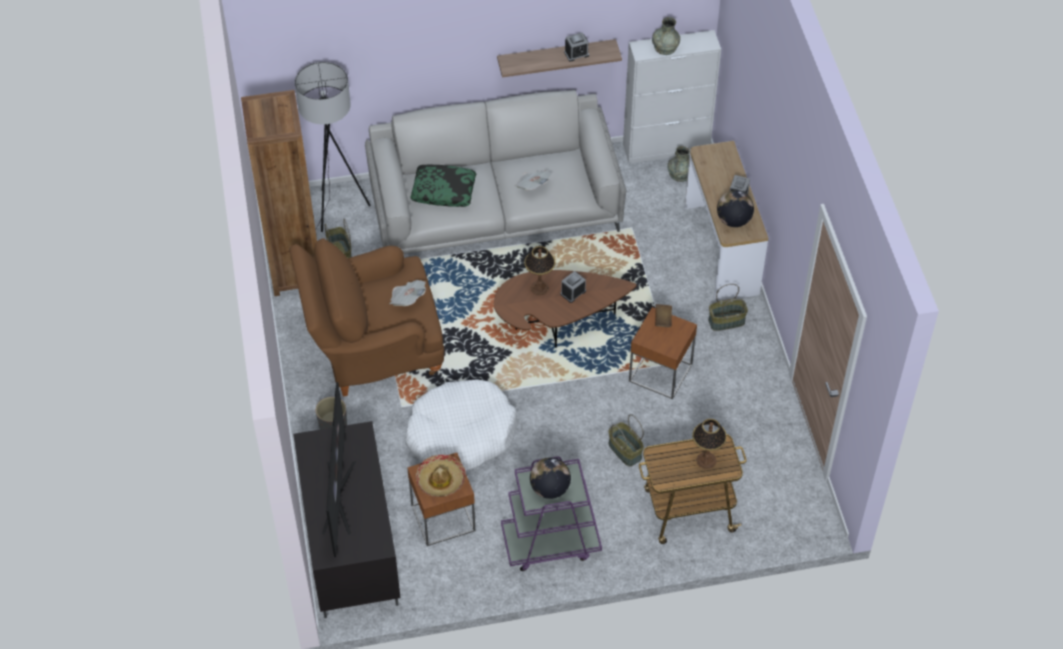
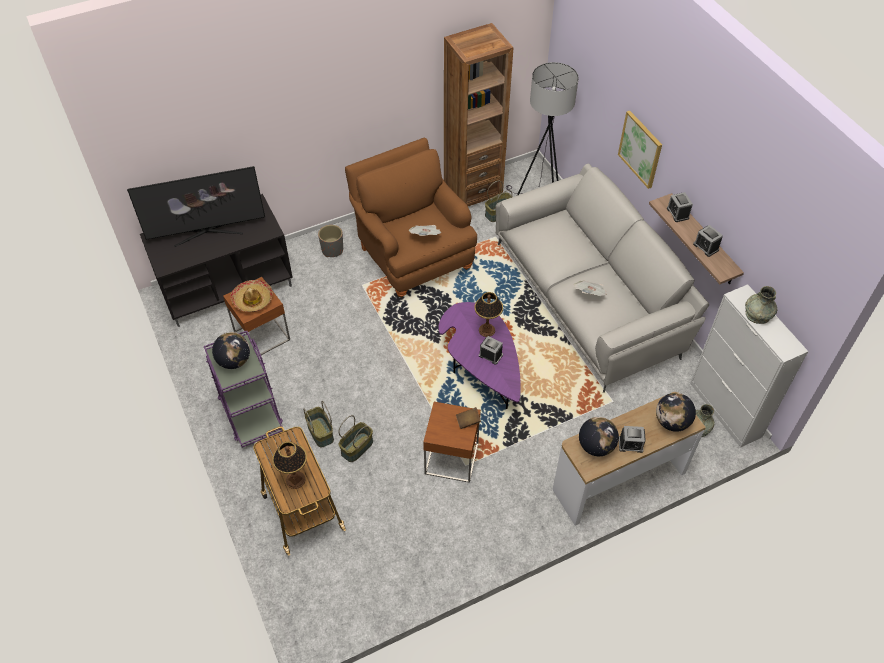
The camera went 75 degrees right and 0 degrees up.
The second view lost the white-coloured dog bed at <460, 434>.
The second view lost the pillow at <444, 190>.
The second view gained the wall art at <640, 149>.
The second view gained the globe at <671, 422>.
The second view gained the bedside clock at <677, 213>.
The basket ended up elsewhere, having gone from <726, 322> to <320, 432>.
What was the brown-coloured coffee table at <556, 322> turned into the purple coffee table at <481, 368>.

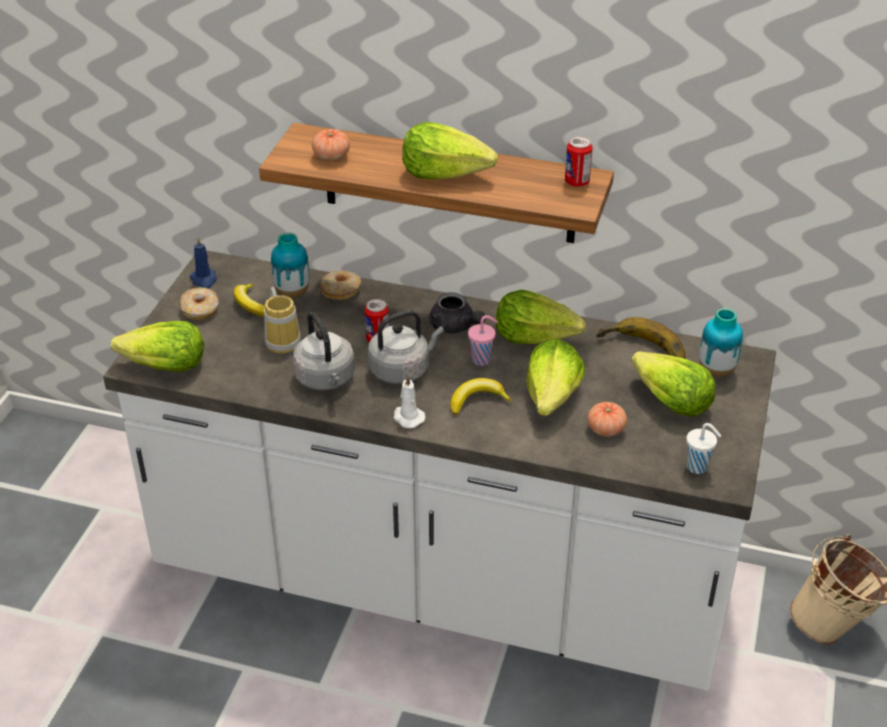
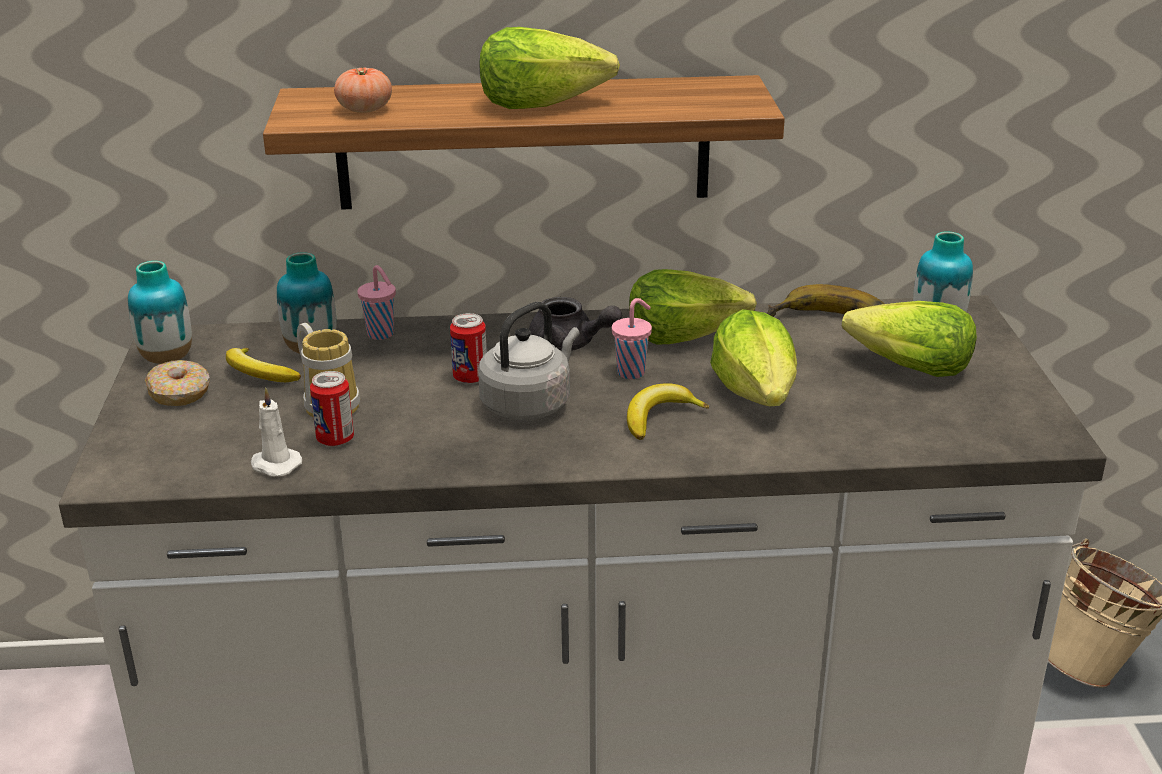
The camera went 20 degrees left and 10 degrees down.
The second view lost the lettuce at <164, 366>.
The second view lost the gray water kettle at <326, 380>.
The second view lost the tomato at <606, 429>.
The second view lost the white-coloured drinking cup at <698, 467>.
The white-coloured wax light ended up elsewhere, having gone from <407, 417> to <274, 465>.
The sealed can ended up elsewhere, having gone from <577, 182> to <335, 439>.
Where the blue-coloured wax light stood at <204, 280>, the vase came to stand at <167, 358>.
Where the donut stood at <341, 290>, the pinkish drinking cup came to stand at <381, 335>.

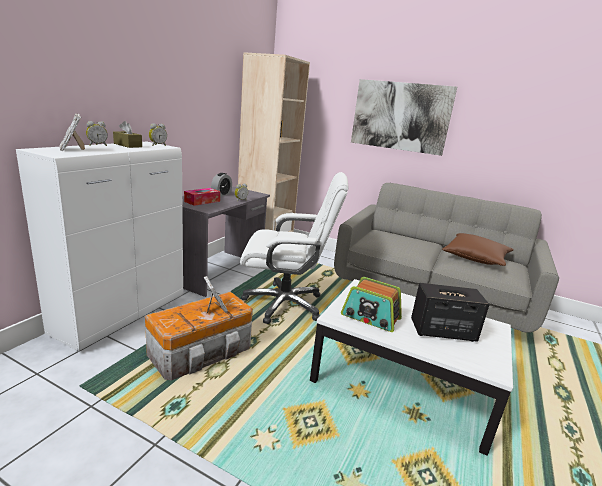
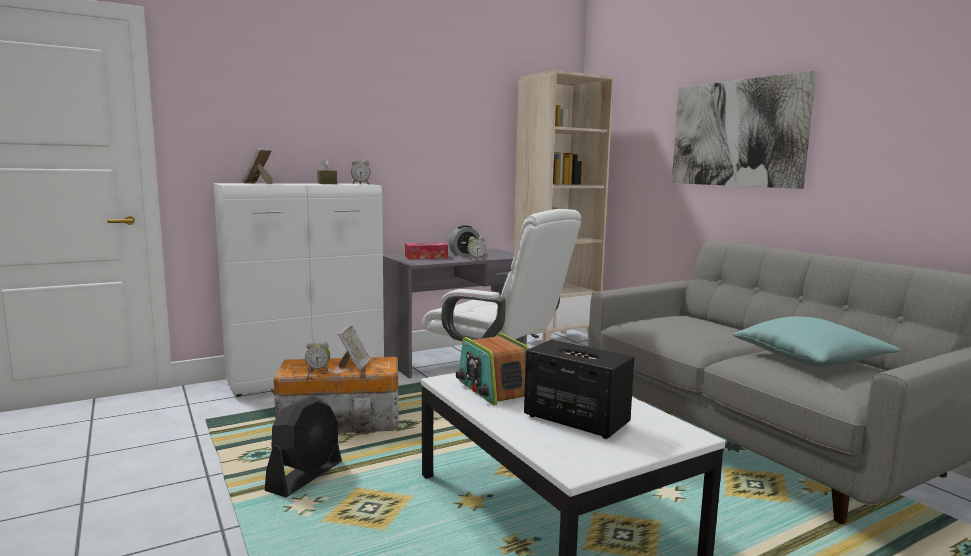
The camera went 35 degrees right and 10 degrees down.
The second view gained the blackish fan at <305, 477>.
The bedside clock ended up elsewhere, having gone from <97, 145> to <318, 369>.
What was the brown-coloured pillow at <476, 258> turned into the turquoise-coloured pillow at <810, 359>.

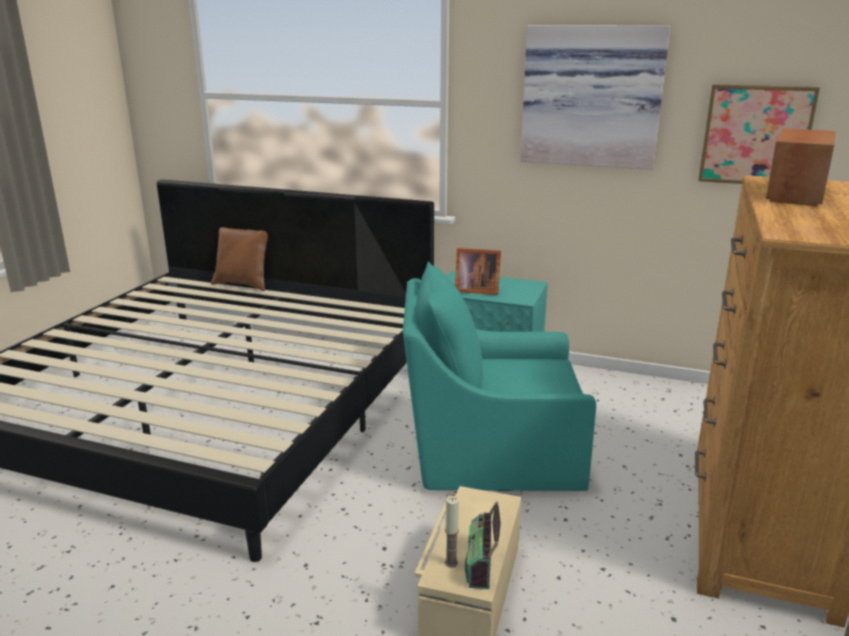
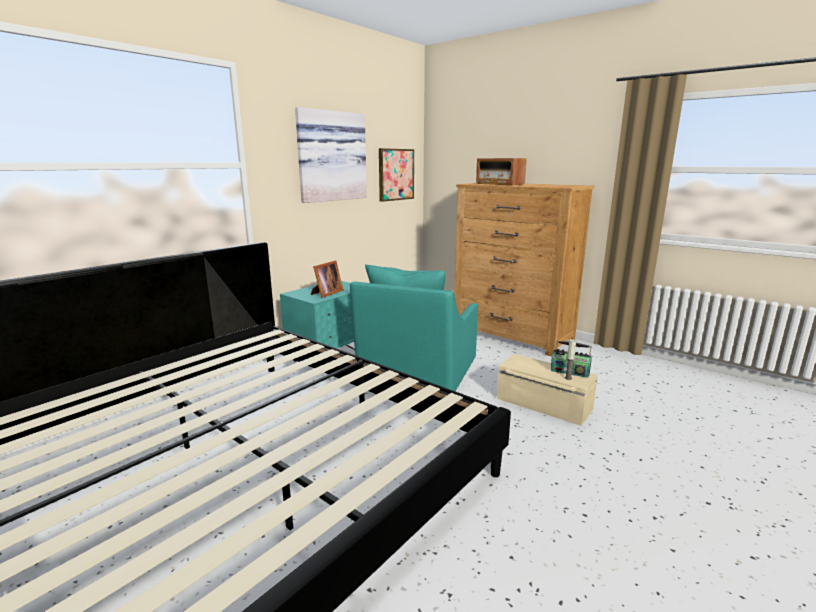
The camera went 70 degrees left and 5 degrees down.
The second view lost the brown-coloured pillow at <244, 284>.

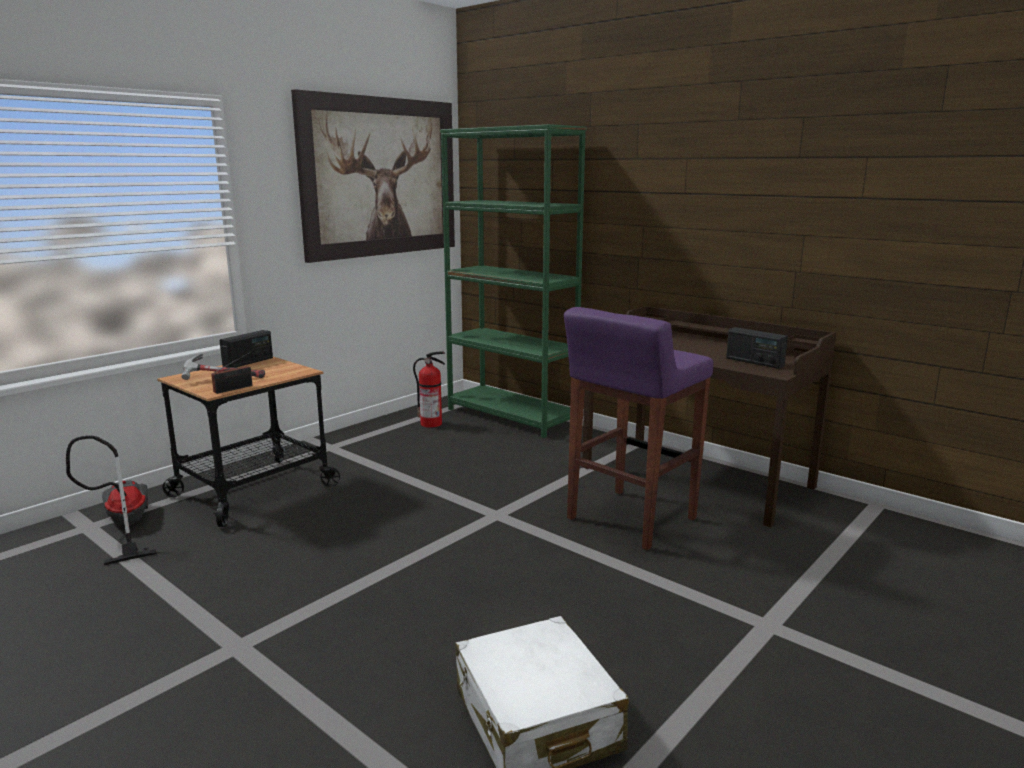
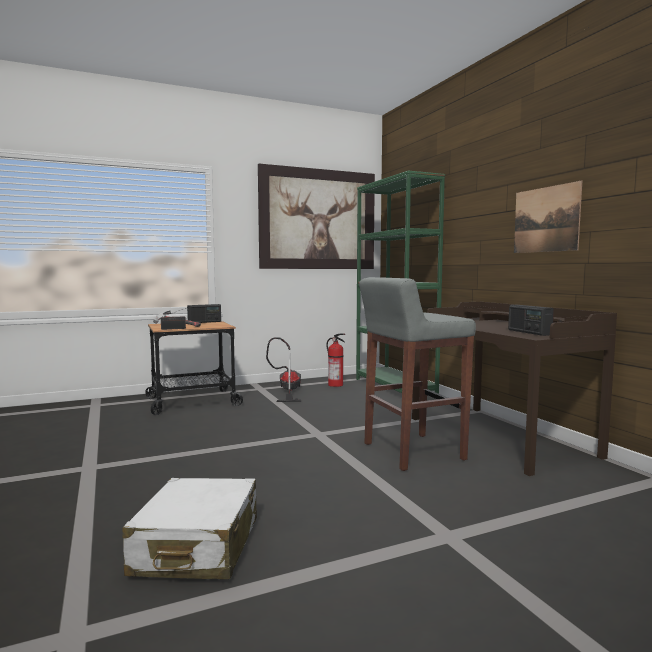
The camera went 25 degrees right and 10 degrees down.
The second view gained the wall art at <545, 219>.
The vacuum cleaner ended up elsewhere, having gone from <123, 527> to <287, 391>.
What was the purple stool seat at <630, 519> turned into the gray stool seat at <411, 451>.

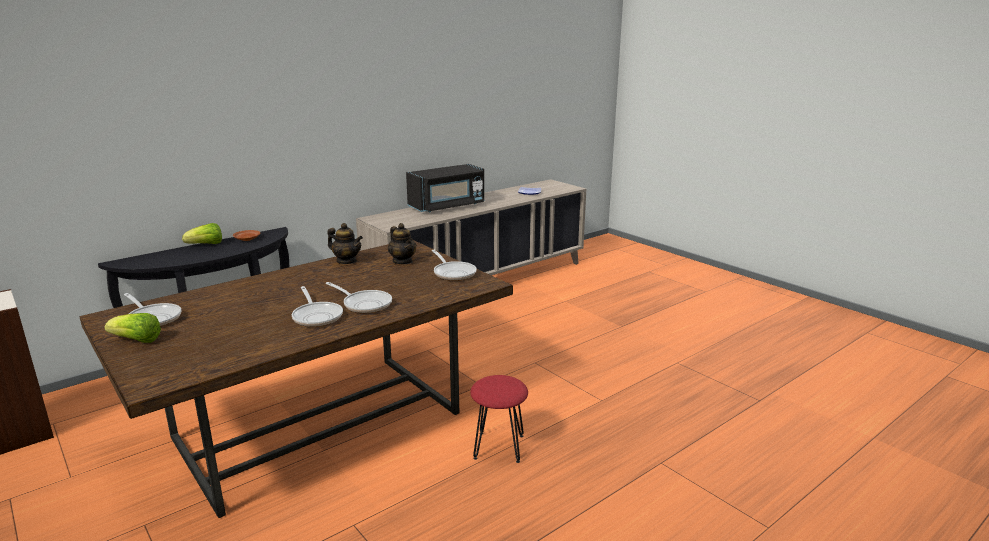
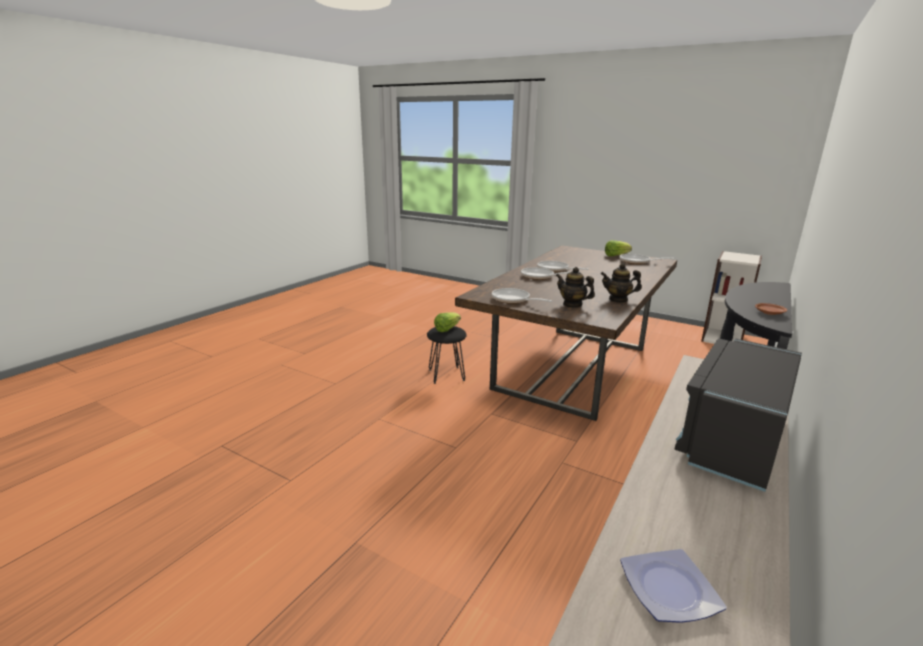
The camera went 160 degrees right and 0 degrees up.
The lettuce ended up elsewhere, having gone from <206, 245> to <447, 329>.
What was the red stool seat at <499, 447> turned into the blackish stool seat at <446, 375>.

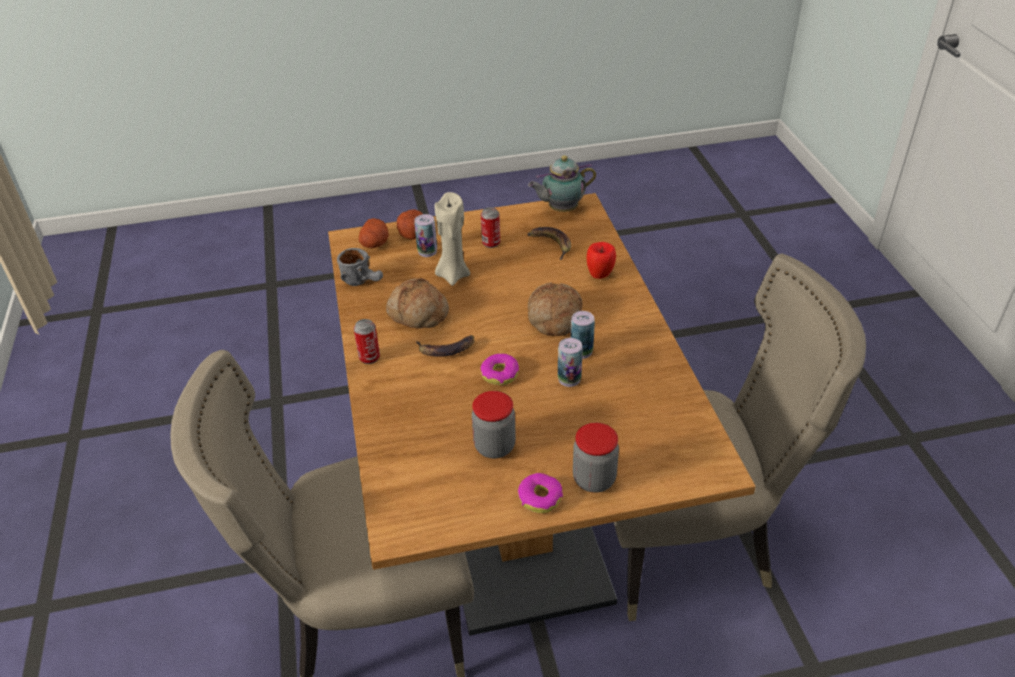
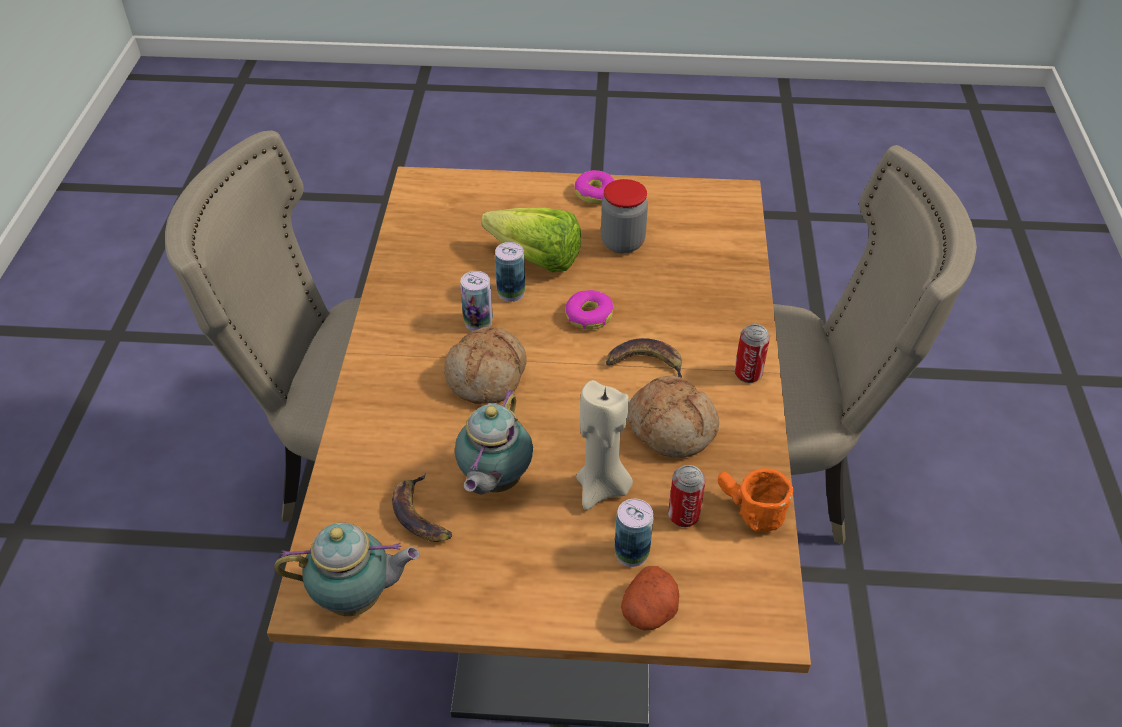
The camera went 165 degrees left and 5 degrees up.
The second view lost the spud at <375, 243>.
The second view lost the preserve jar at <594, 479>.
The second view lost the apple fruit at <600, 275>.
The second view gained the tea pot at <493, 481>.
The second view gained the lettuce at <529, 255>.
The sealed can ended up elsewhere, having gone from <491, 243> to <683, 515>.
What was the gray mug at <364, 281> turned into the orange-coloured mug at <747, 512>.

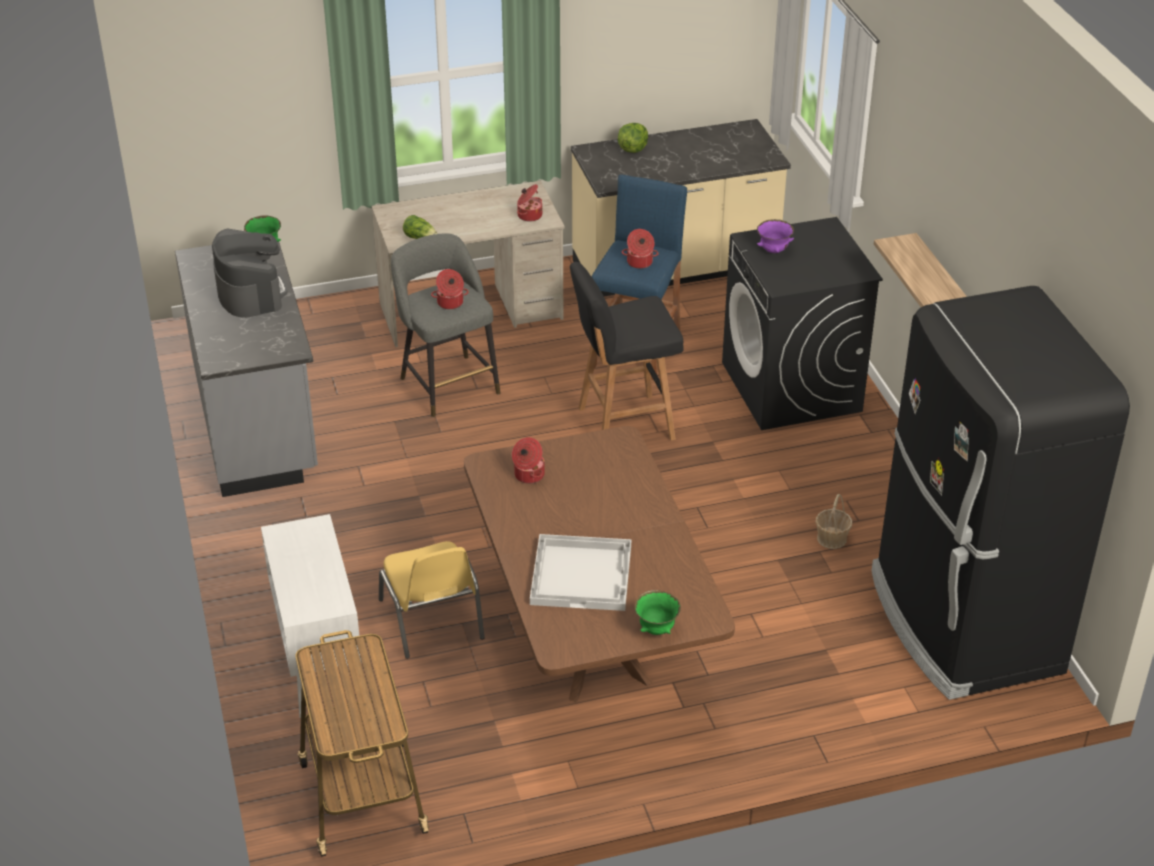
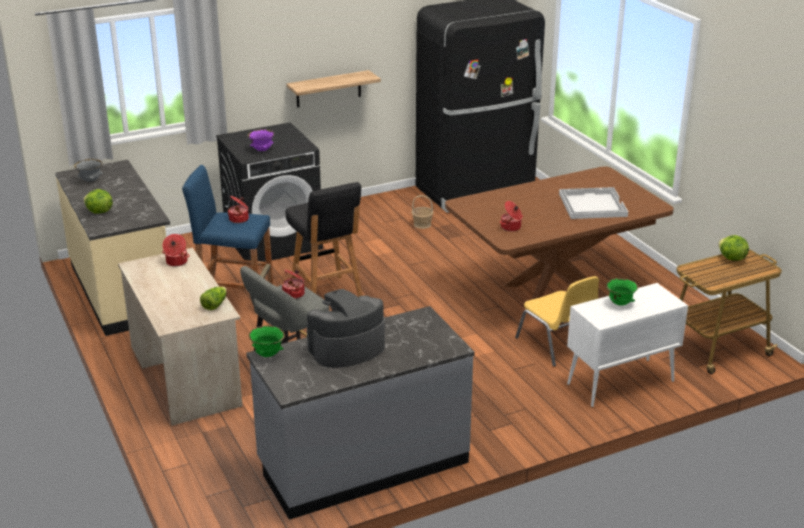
The camera went 100 degrees left and 10 degrees down.
The second view gained the gray deep dish at <90, 180>.
The second view gained the lettuce at <731, 258>.
The greenish deep dish ended up elsewhere, having gone from <657, 629> to <619, 303>.
The yellow chair at <432, 620> ended up facing another way, 90 degrees clockwise from before.

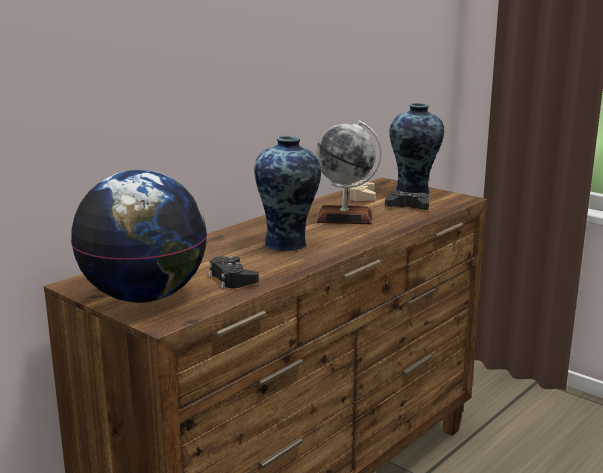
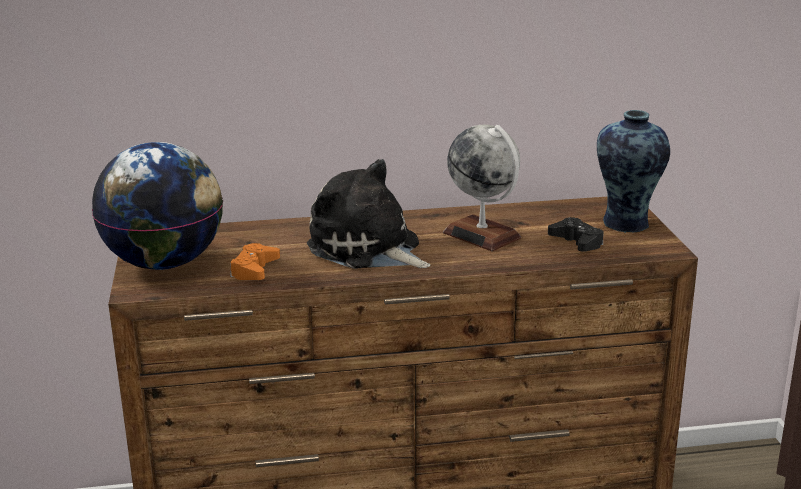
The camera went 40 degrees right and 5 degrees up.
The second view lost the beige game controller at <362, 196>.
Where the vase stood at <288, 244>, the plush toy came to stand at <368, 249>.
What was the blackish game controller at <232, 279> turned into the orange-coloured game controller at <254, 269>.

